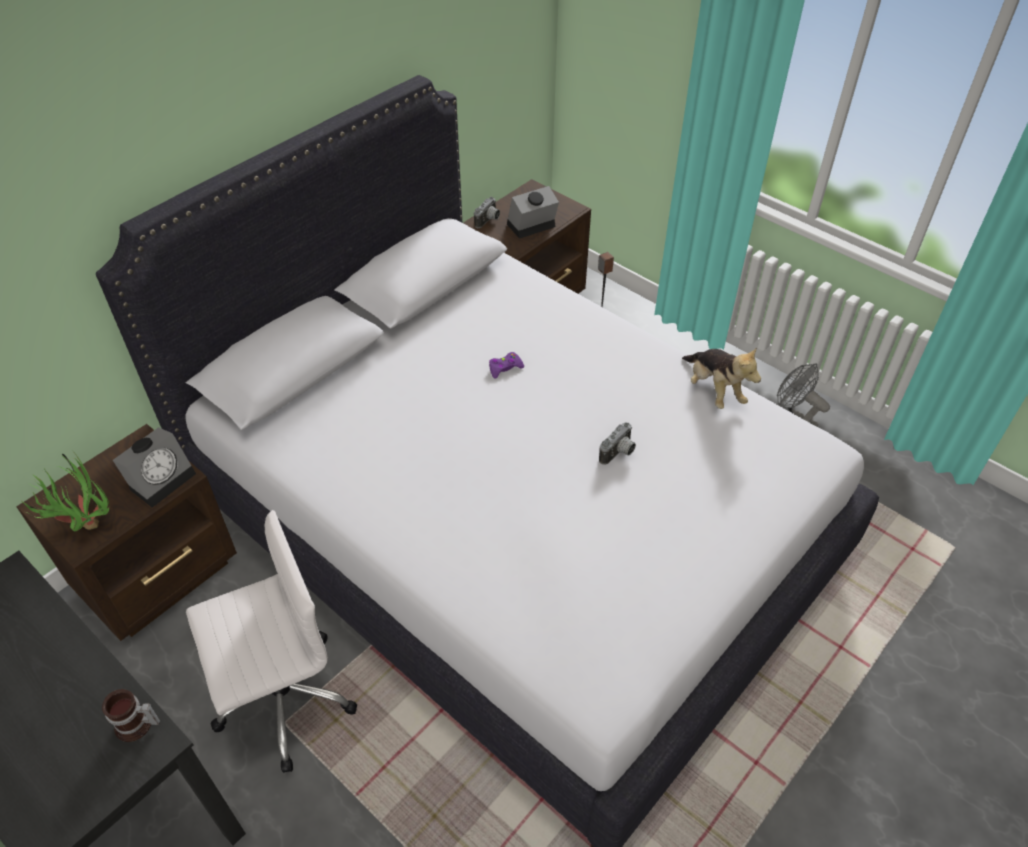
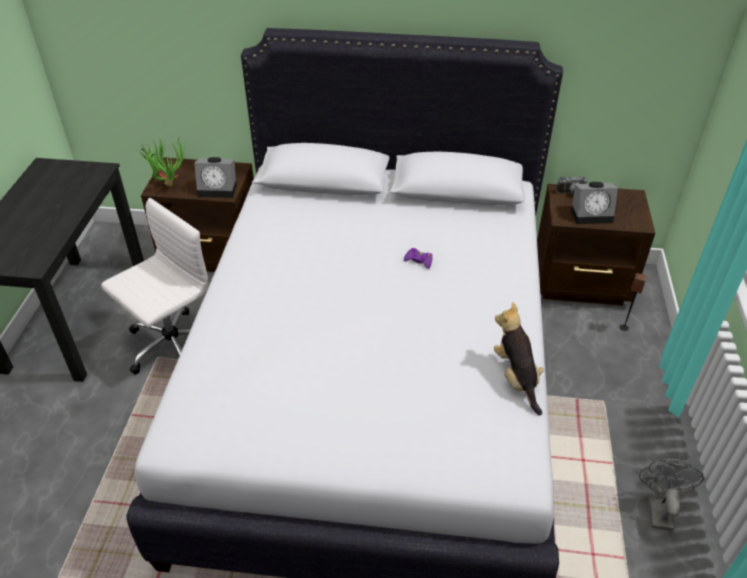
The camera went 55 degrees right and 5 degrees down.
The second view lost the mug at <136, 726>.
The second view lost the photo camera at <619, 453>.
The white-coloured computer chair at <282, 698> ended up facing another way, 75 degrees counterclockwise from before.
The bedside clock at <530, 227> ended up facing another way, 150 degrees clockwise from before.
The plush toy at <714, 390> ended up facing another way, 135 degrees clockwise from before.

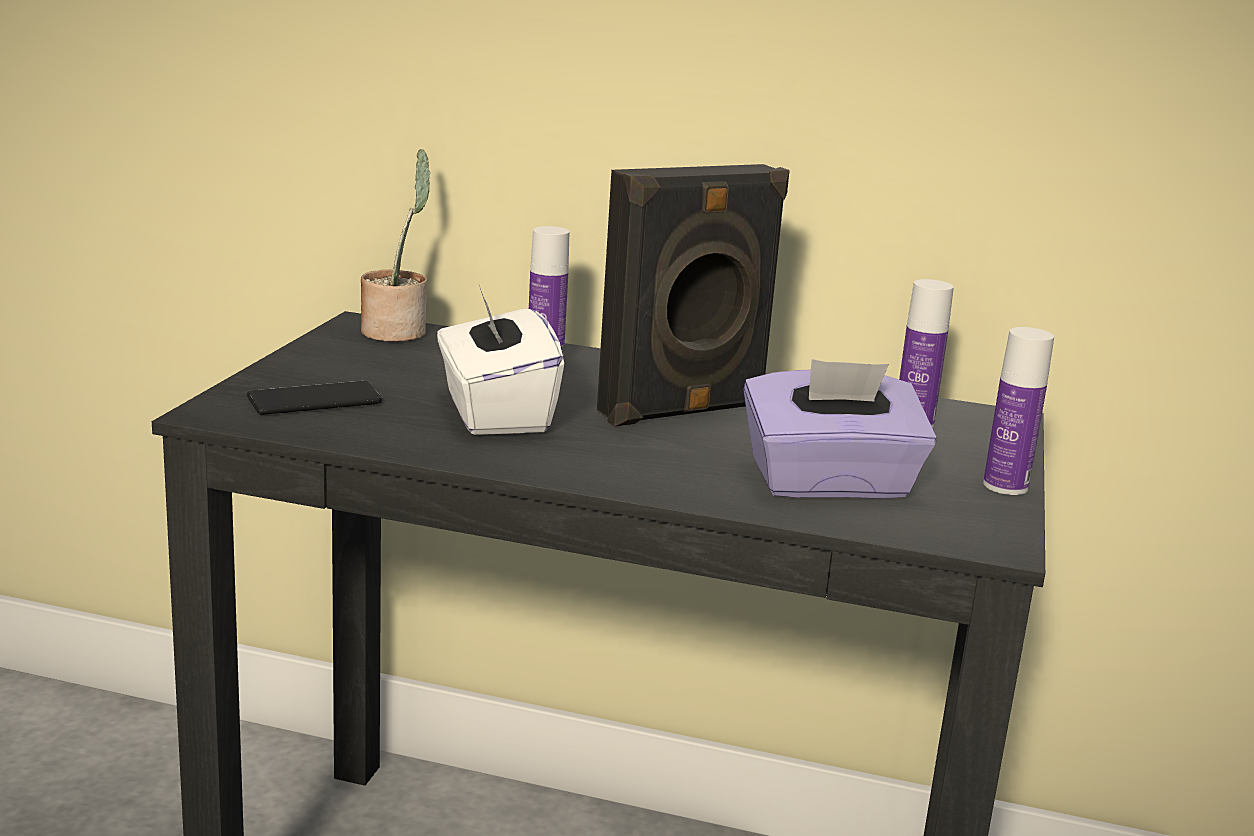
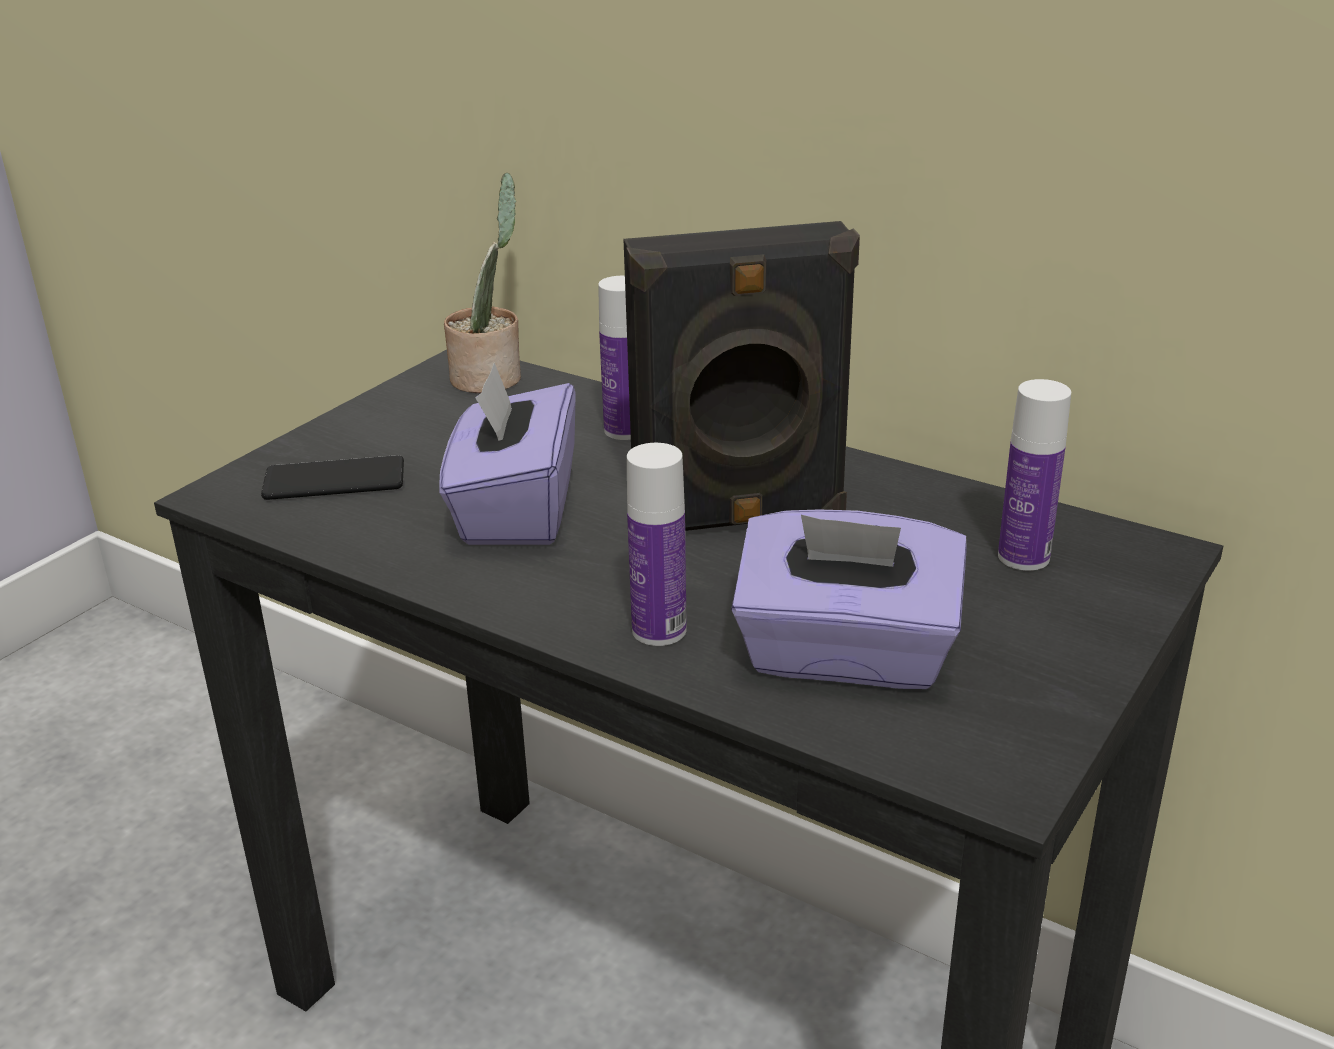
The camera went 20 degrees right and 10 degrees up.
The drink bottle ended up elsewhere, having gone from <1005, 486> to <659, 630>.
What was the white-coloured box of tissues at <494, 413> turned into the purple box of tissues at <515, 510>.

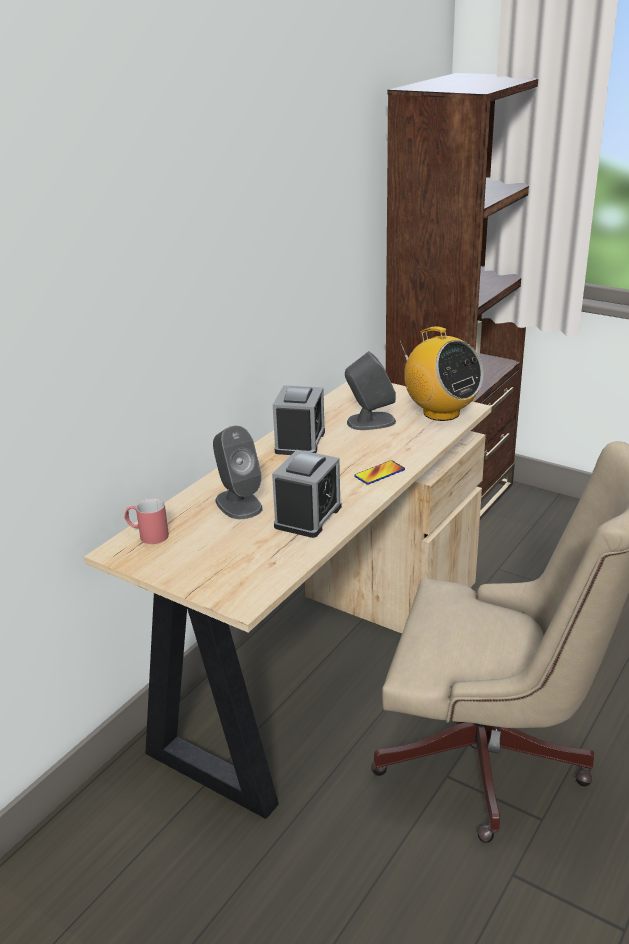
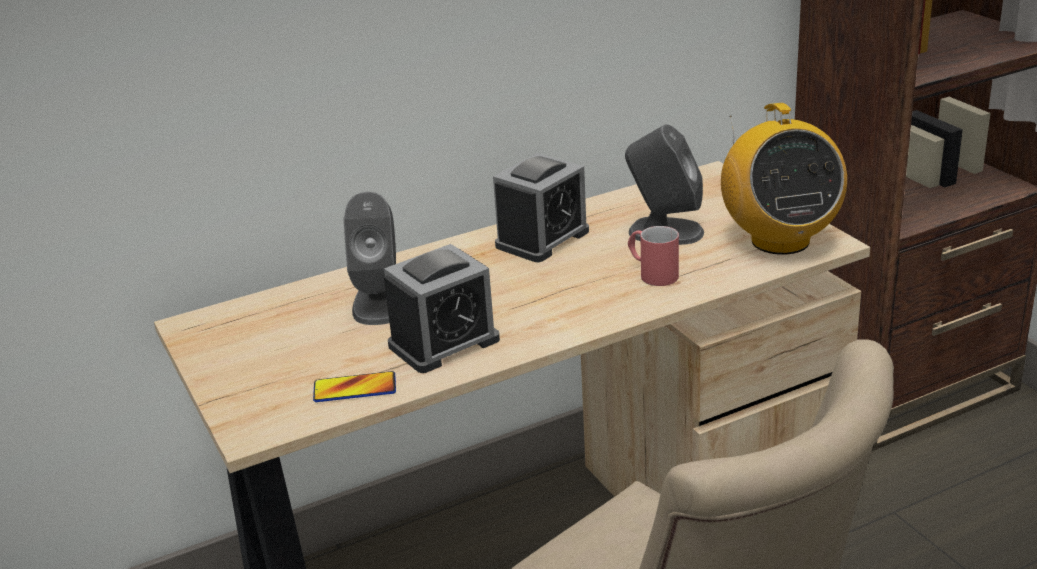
The camera went 30 degrees right and 0 degrees up.
The red mug ended up elsewhere, having gone from <147, 535> to <652, 274>.
The phone ended up elsewhere, having gone from <379, 473> to <355, 388>.

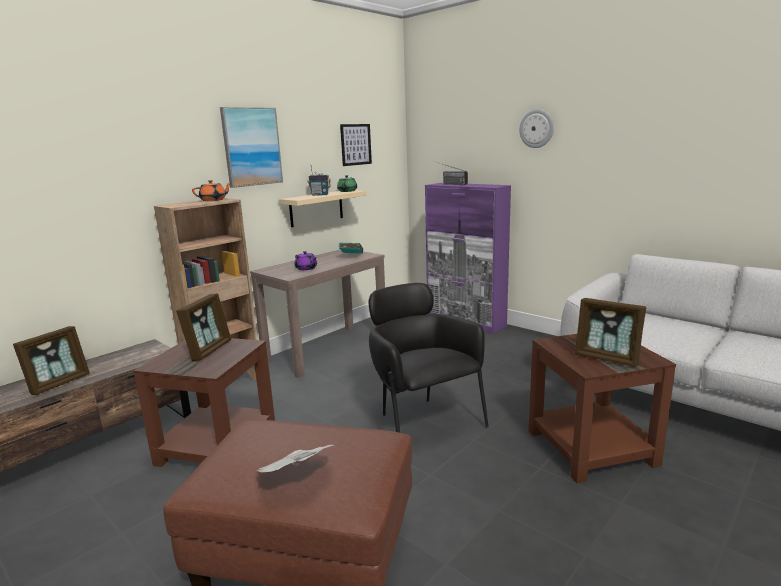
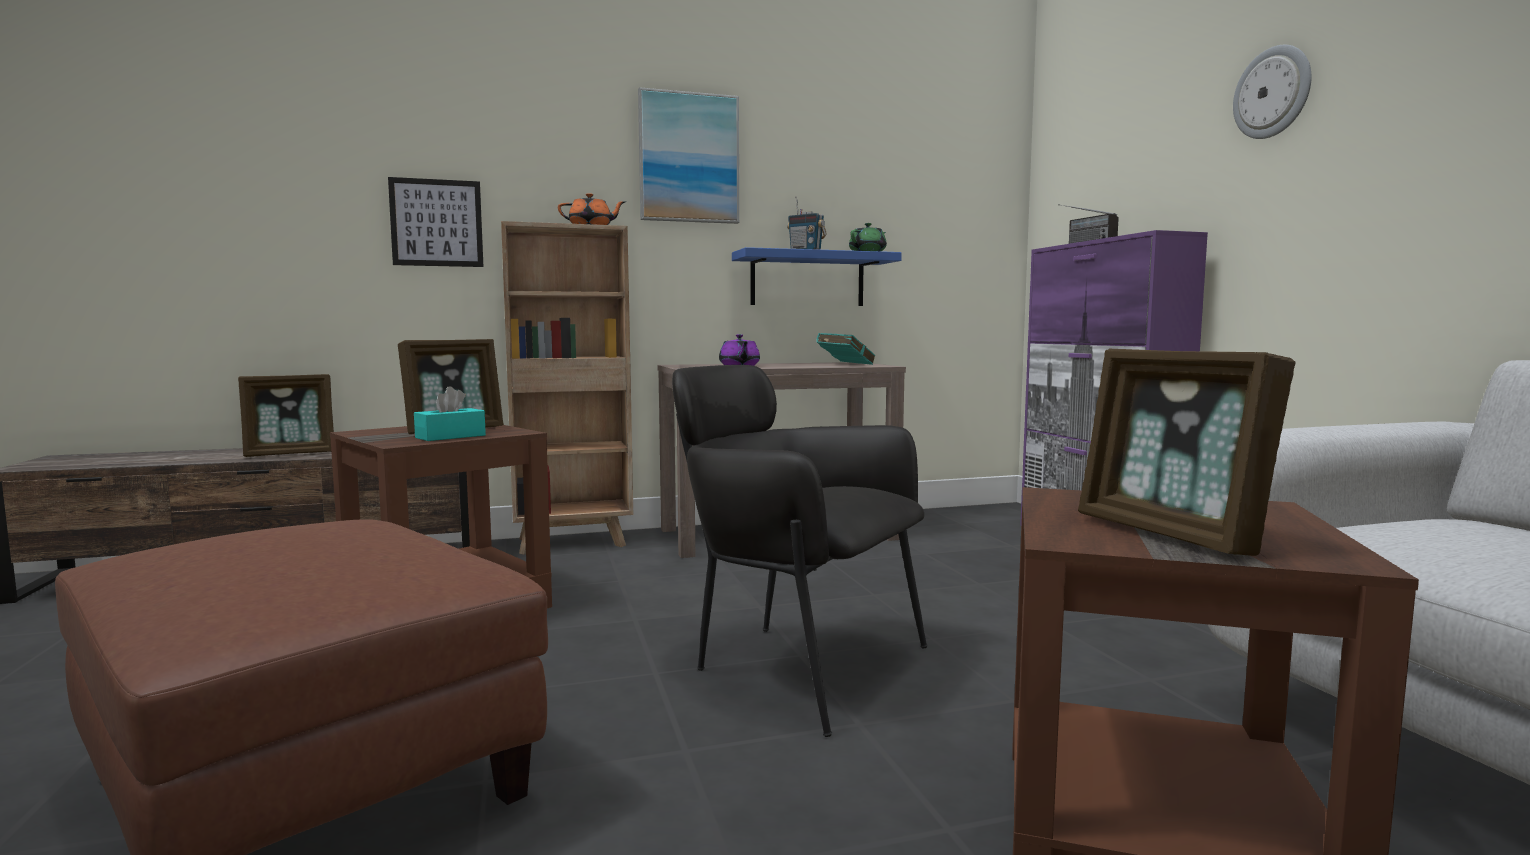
The camera went 30 degrees right and 10 degrees down.
The second view lost the daily paper at <297, 476>.
The second view gained the turquoise-coloured box of tissues at <450, 436>.
The wall art ended up elsewhere, having gone from <355, 144> to <437, 223>.
What was the beige shelf at <316, 208> turned into the blue-coloured shelf at <807, 280>.
The blackish armchair at <422, 422> ended up facing another way, 60 degrees counterclockwise from before.

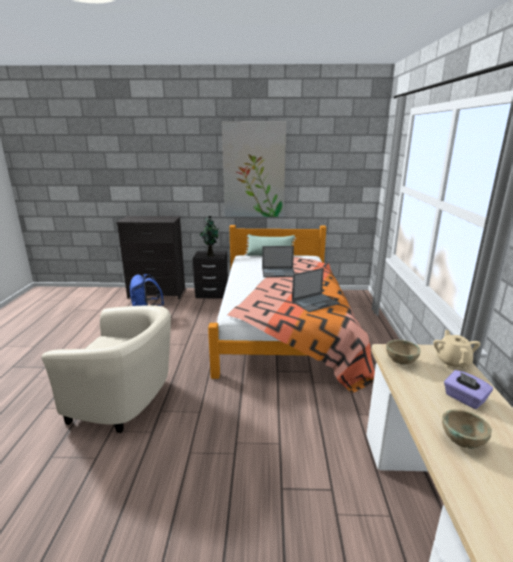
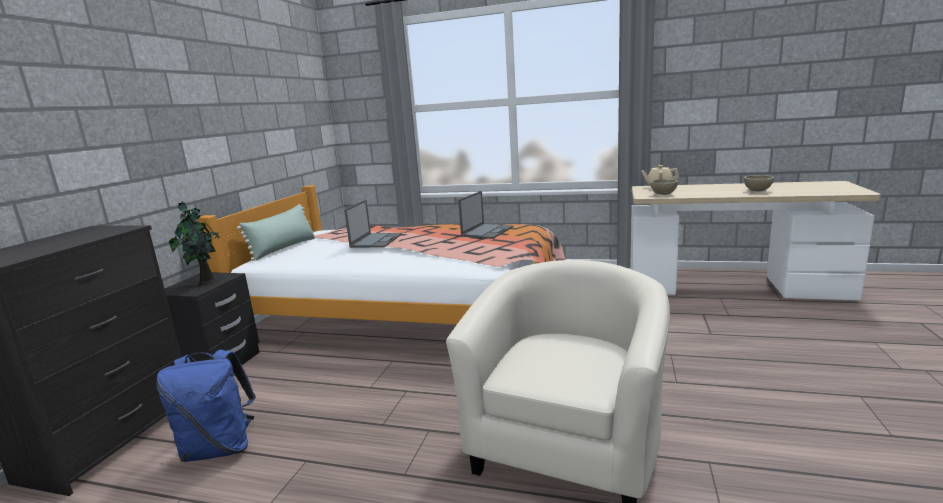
The camera went 75 degrees left and 5 degrees down.
The second view lost the wall art at <254, 170>.
The second view lost the purple box of tissues at <464, 398>.
The laptop at <315, 302> ended up facing another way, 45 degrees clockwise from before.

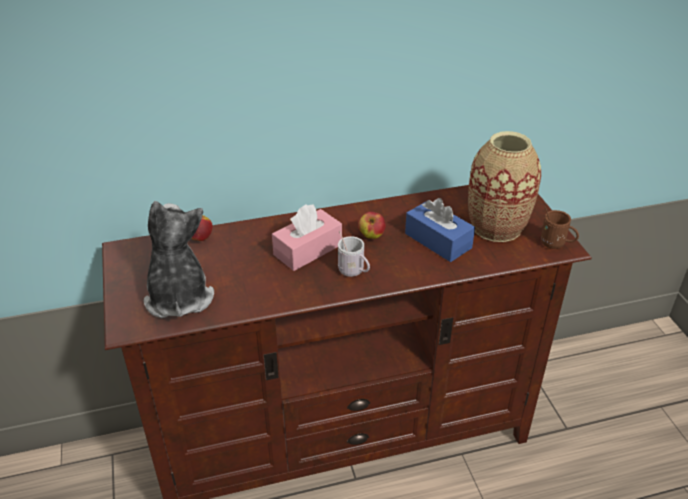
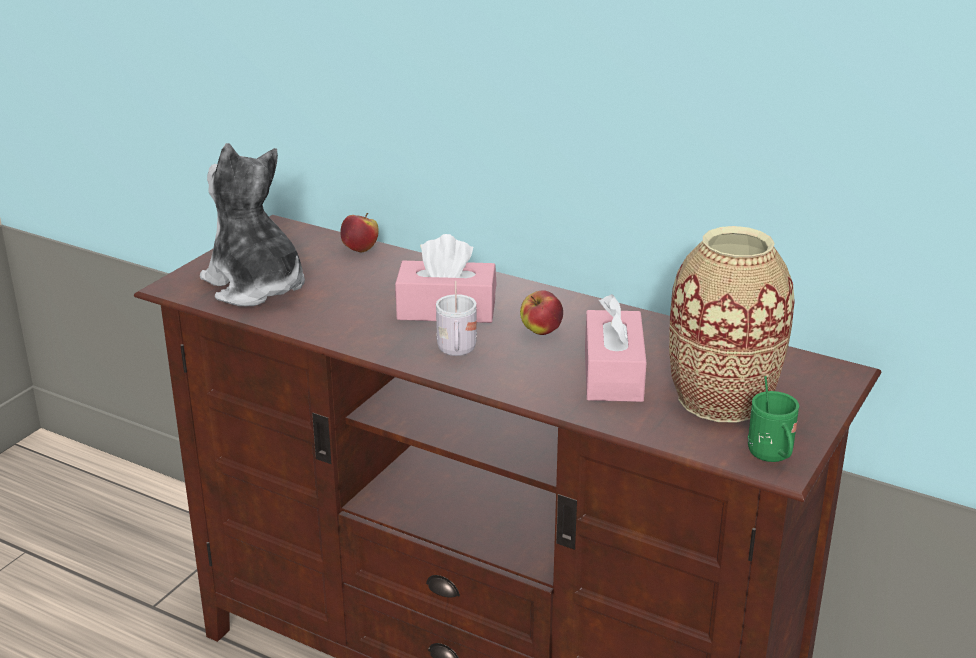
The camera went 45 degrees right and 10 degrees down.
What was the blue-coloured box of tissues at <438, 241> turned into the pinkish box of tissues at <613, 374>.
What was the brown-coloured mug at <556, 244> turned into the greenish mug at <772, 457>.
The plush toy at <179, 297> ended up facing another way, 75 degrees counterclockwise from before.

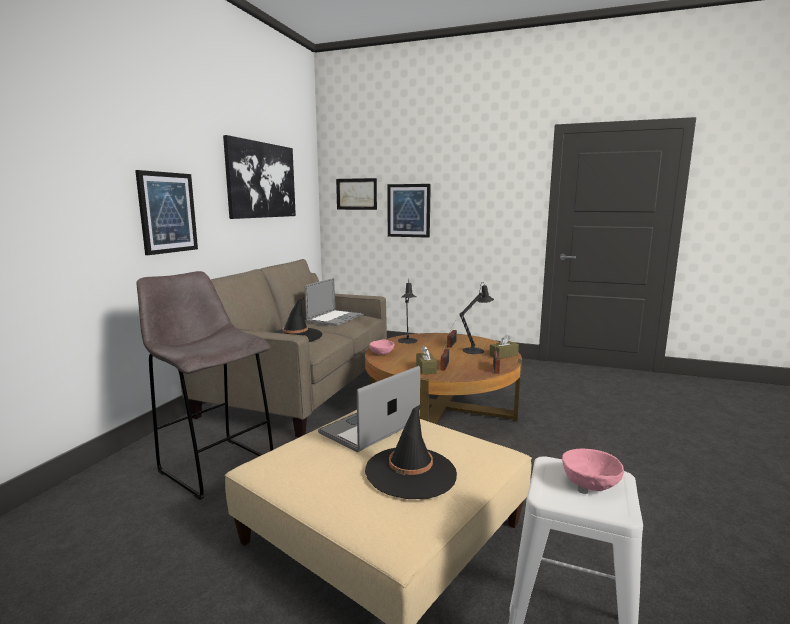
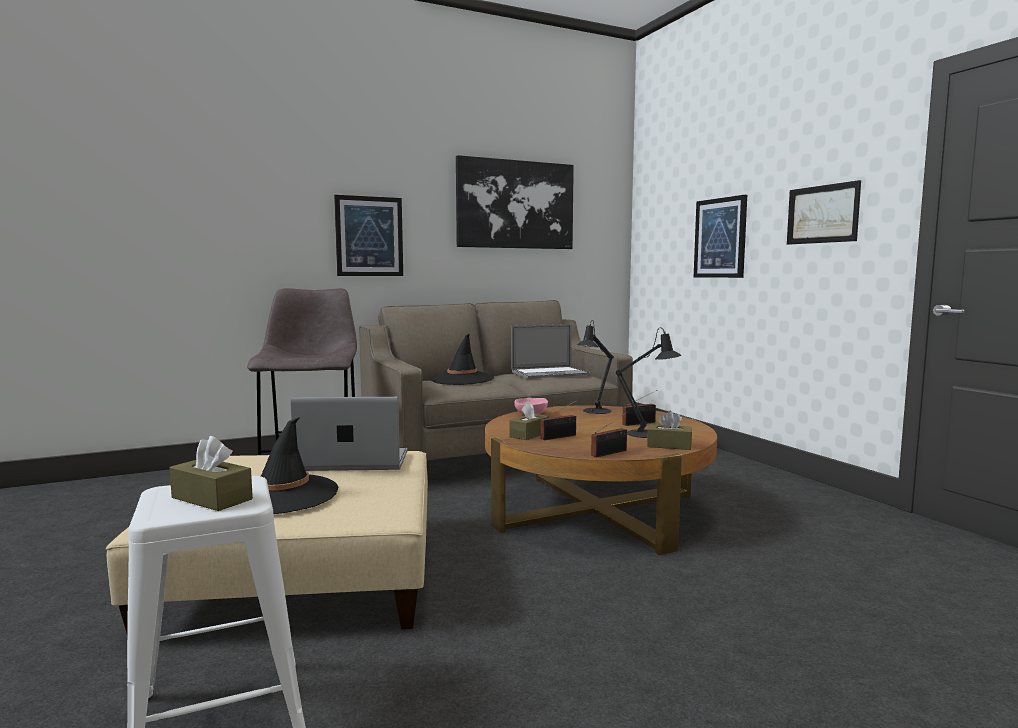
The camera went 45 degrees right and 5 degrees down.
The wall art ended up elsewhere, having gone from <356, 194> to <822, 214>.
Where the pinkish deep dish stood at <590, 483>, the brown-coloured box of tissues came to stand at <212, 498>.

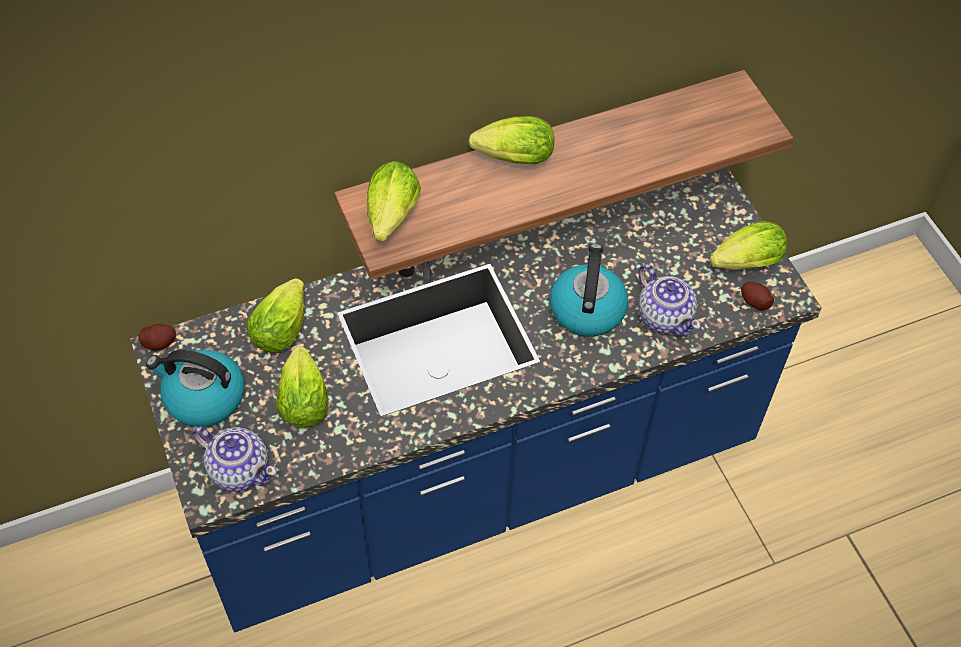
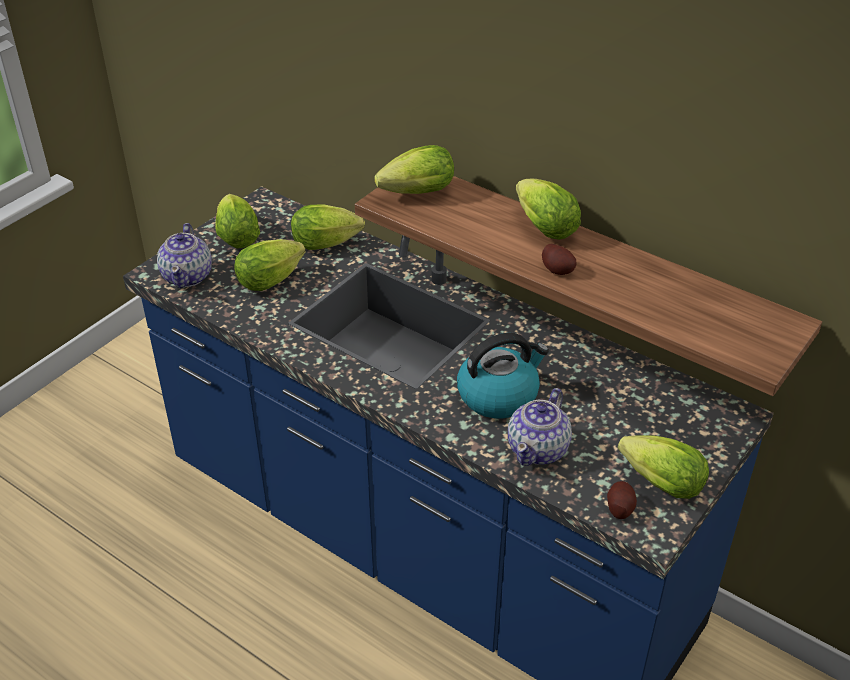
The camera went 60 degrees right and 15 degrees down.
The spud ended up elsewhere, having gone from <160, 342> to <558, 269>.
Where the water kettle stood at <203, 397>, the lettuce came to stand at <237, 235>.

